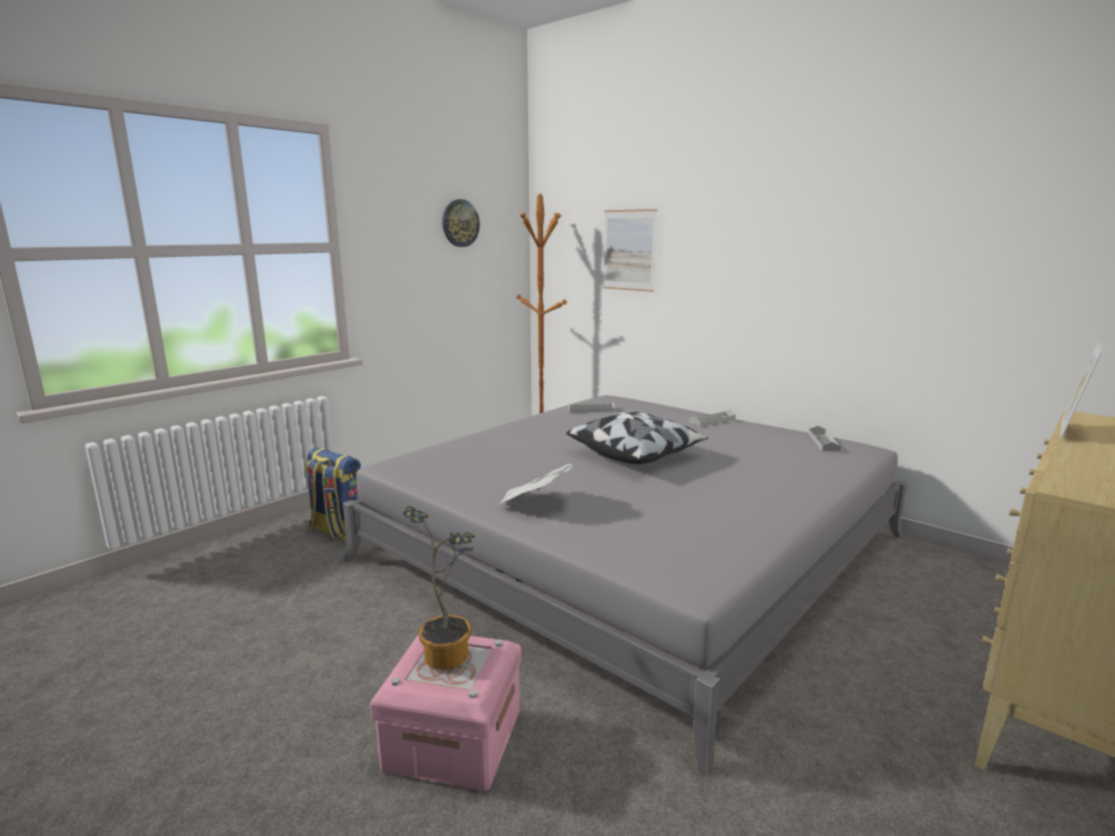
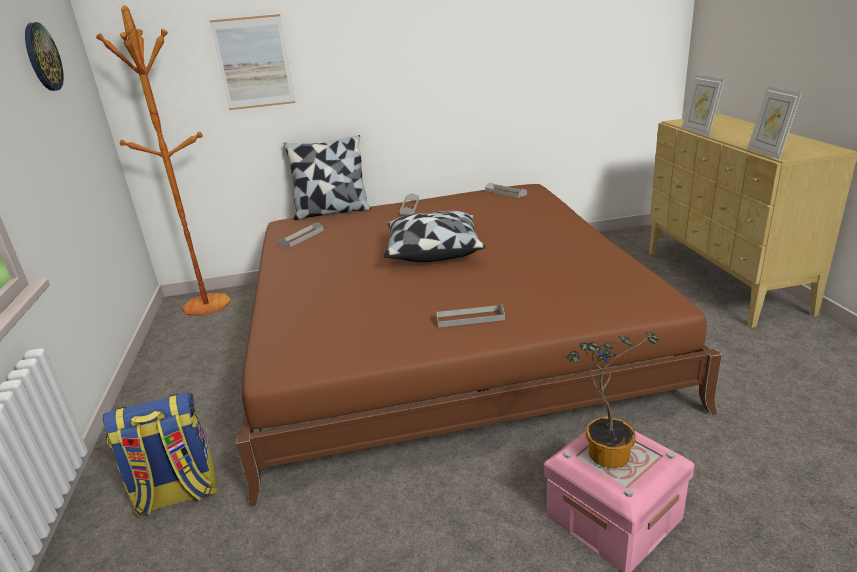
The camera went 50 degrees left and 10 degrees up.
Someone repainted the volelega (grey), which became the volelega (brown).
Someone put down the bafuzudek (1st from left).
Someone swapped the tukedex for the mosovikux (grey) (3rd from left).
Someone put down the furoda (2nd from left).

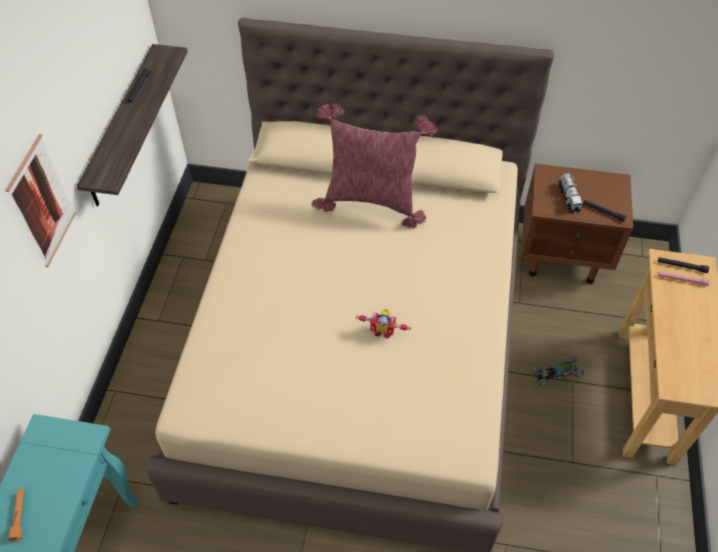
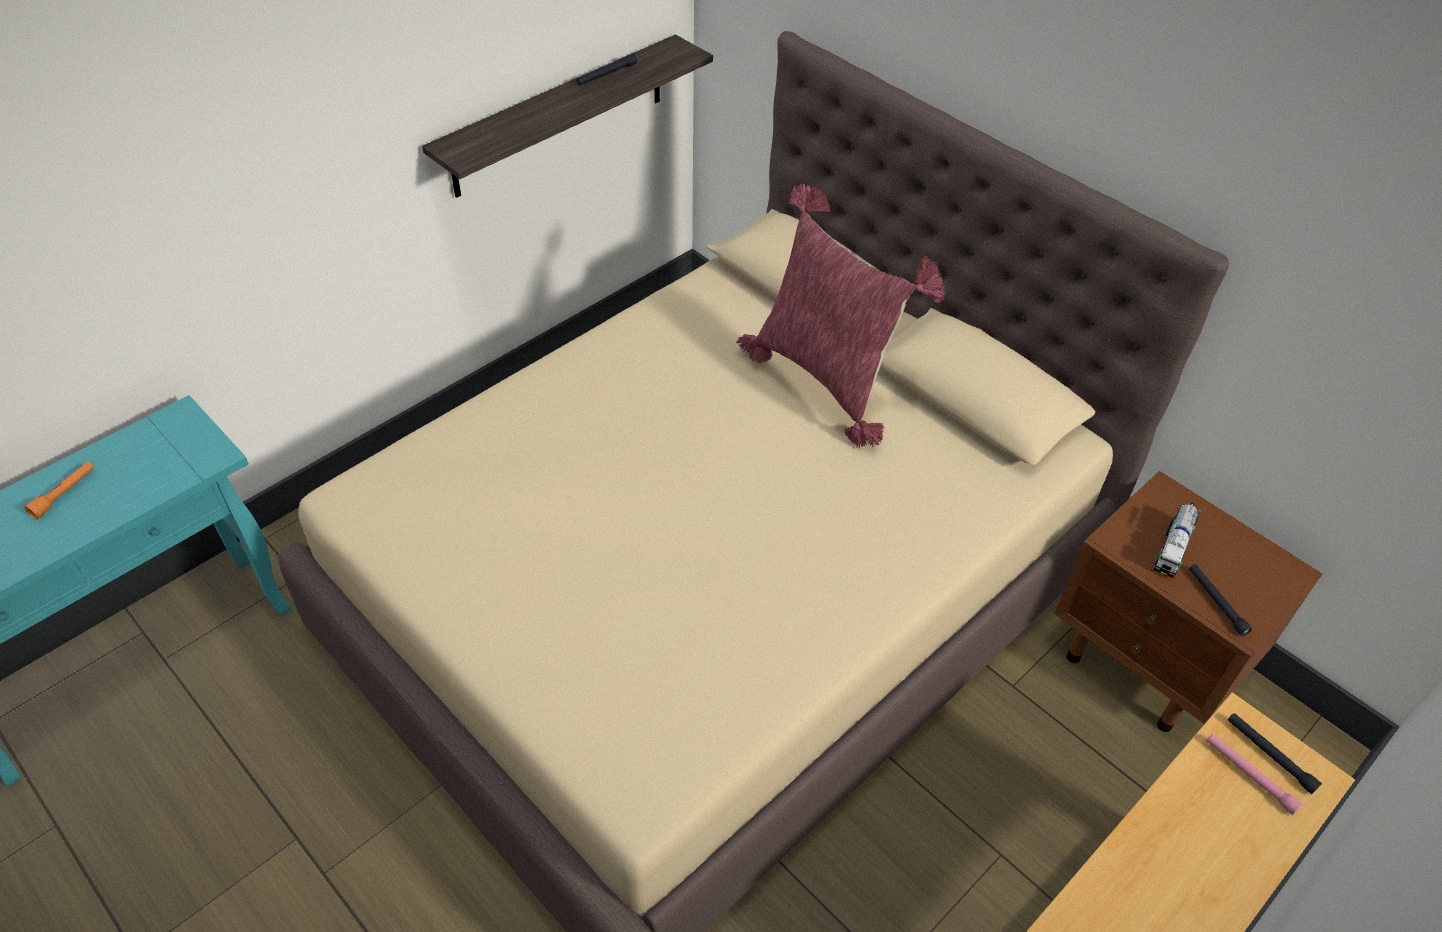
The camera went 35 degrees right and 5 degrees down.
Someone took away the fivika.
Someone took away the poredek.
Someone took away the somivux.

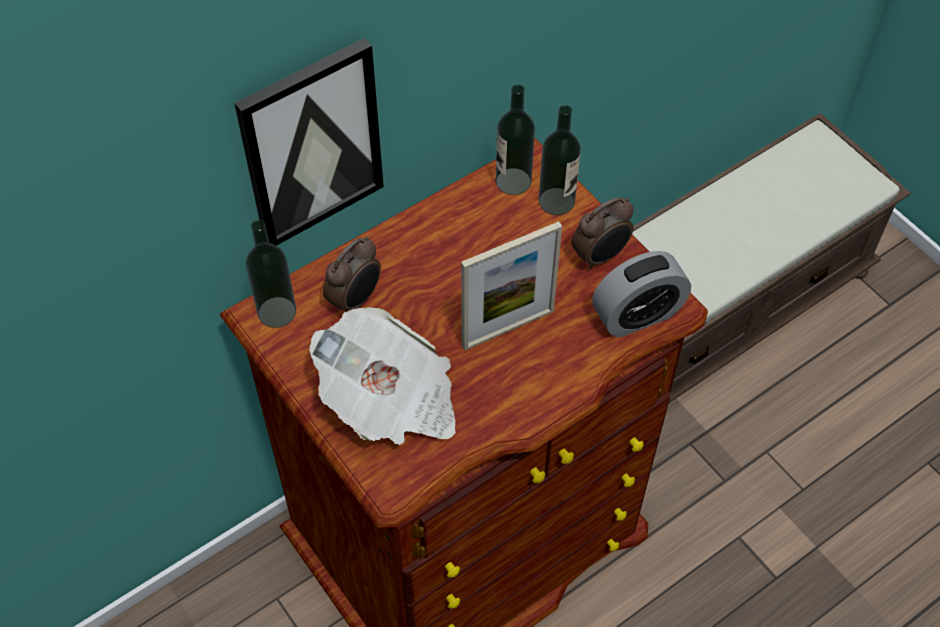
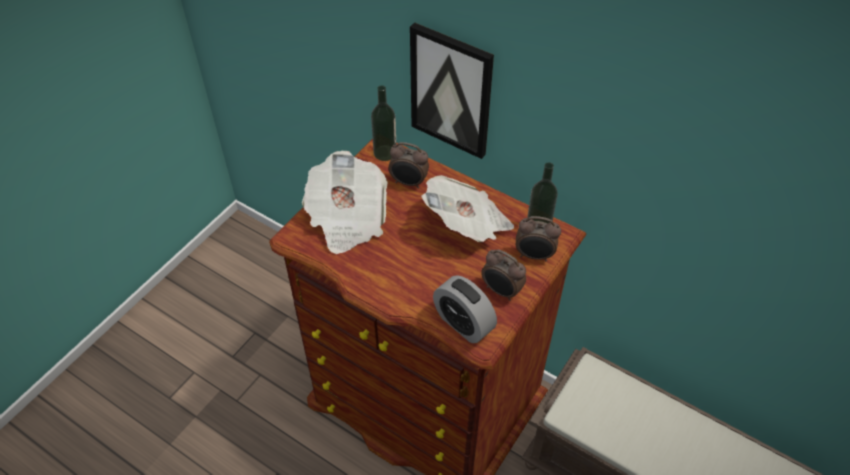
The camera went 70 degrees right and 5 degrees down.
Someone put down the tukedex (2nd from left).
Someone swapped the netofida (3rd from left) for the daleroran (4th from left).
Someone took away the furoda.

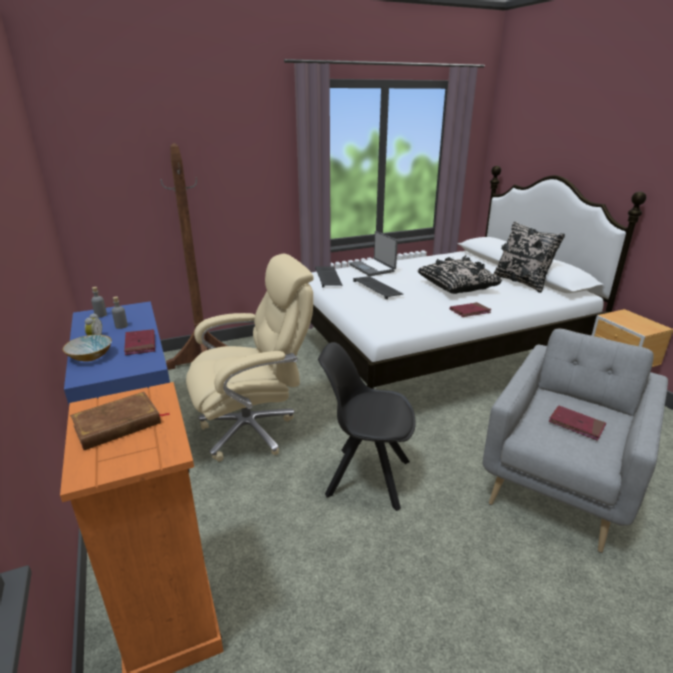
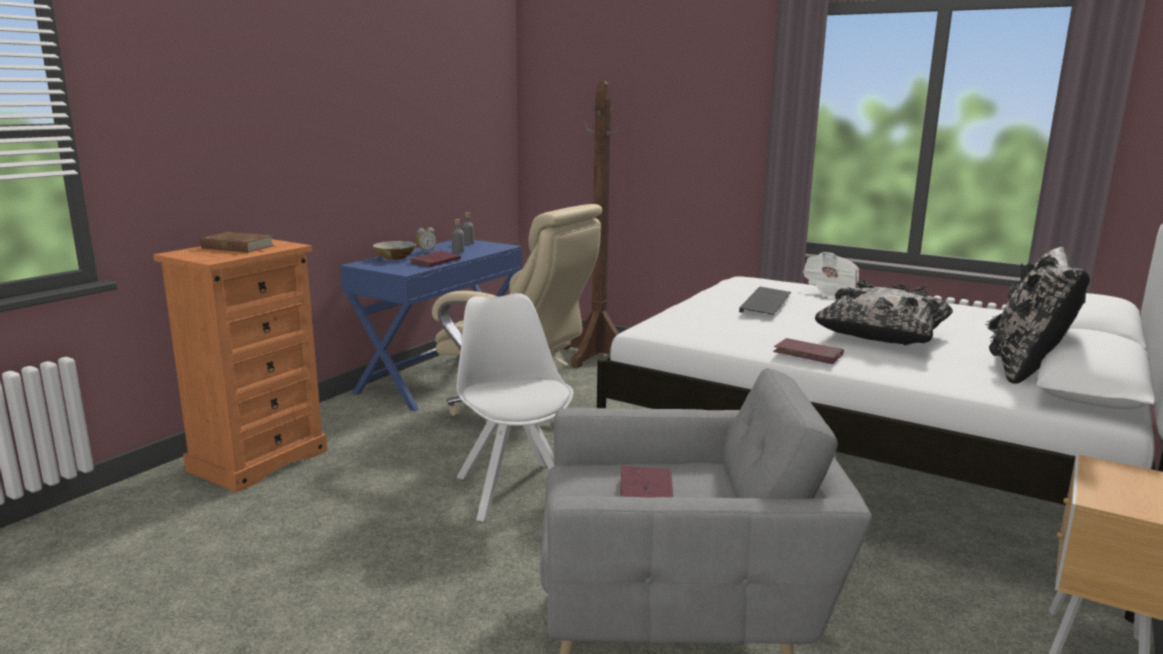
The camera went 55 degrees right and 10 degrees down.
Someone repainted the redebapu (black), which became the redebapu (white).
Someone swapped the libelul for the tukedex.
Someone took away the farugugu (1st from left).

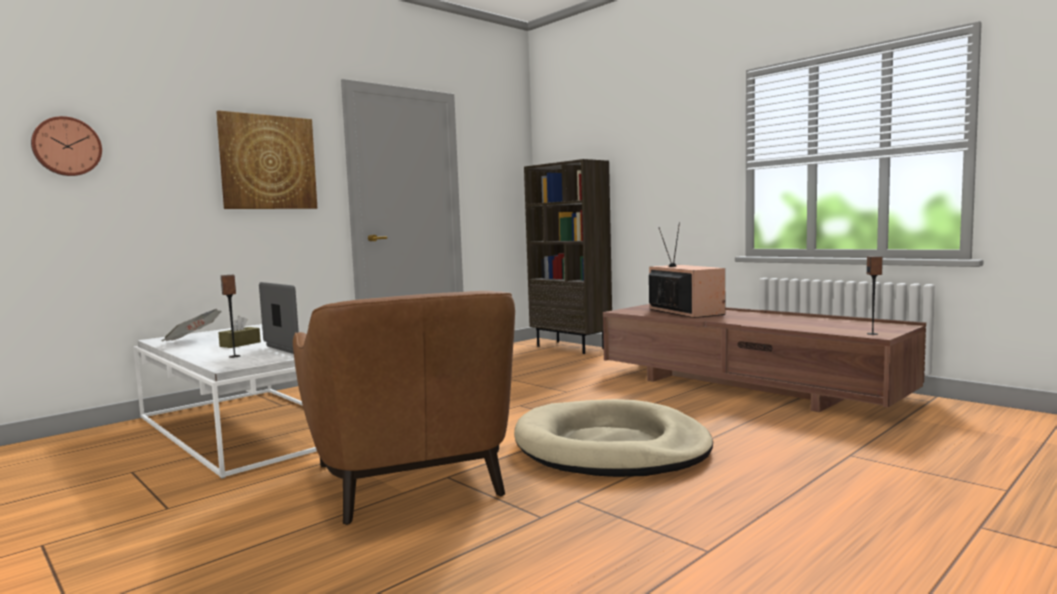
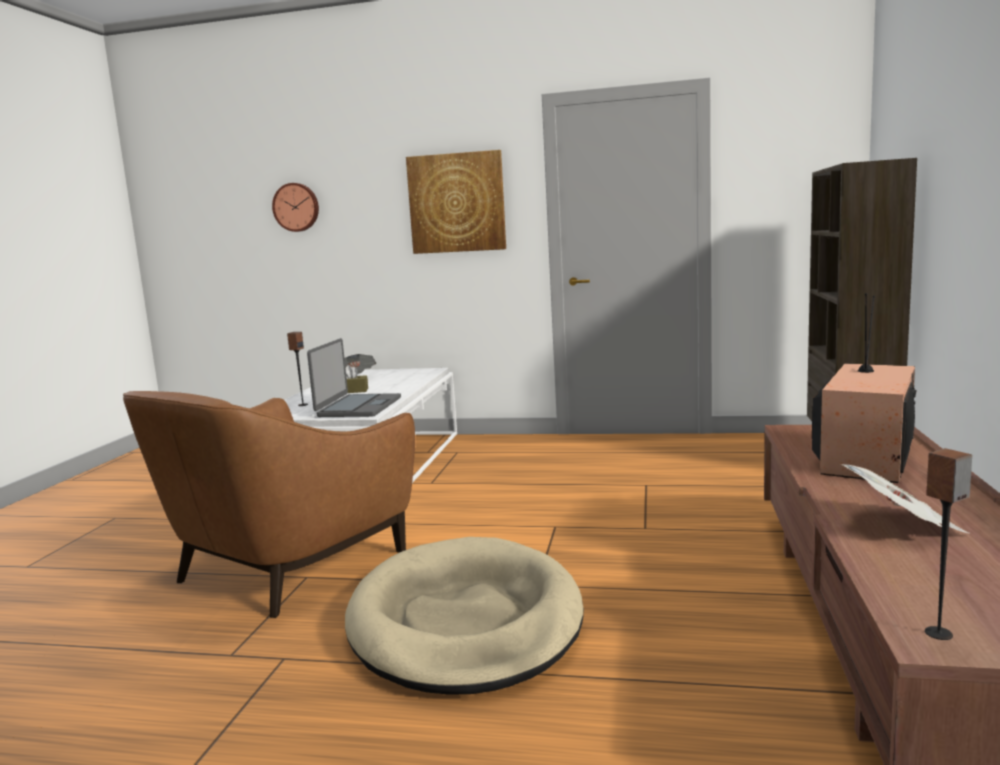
The camera went 55 degrees right and 5 degrees up.
Someone put down the tukedex (2nd from left).

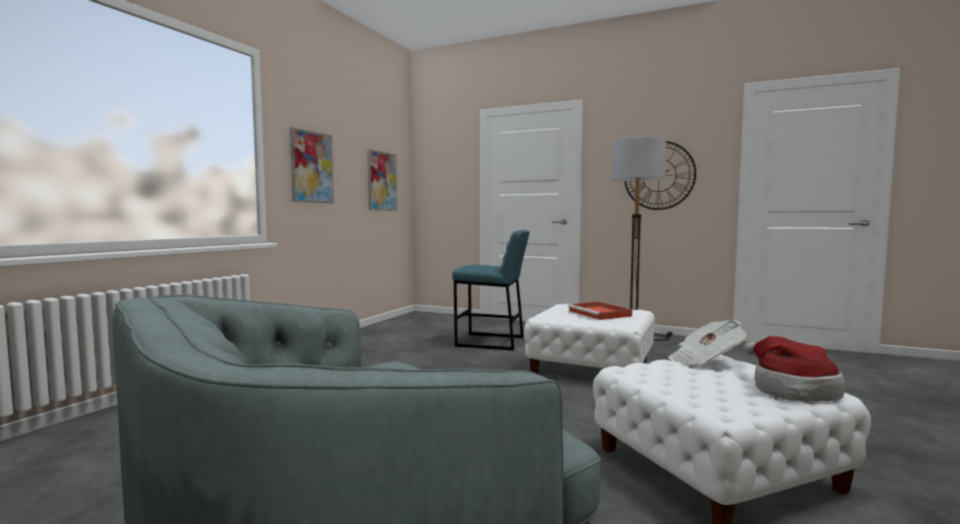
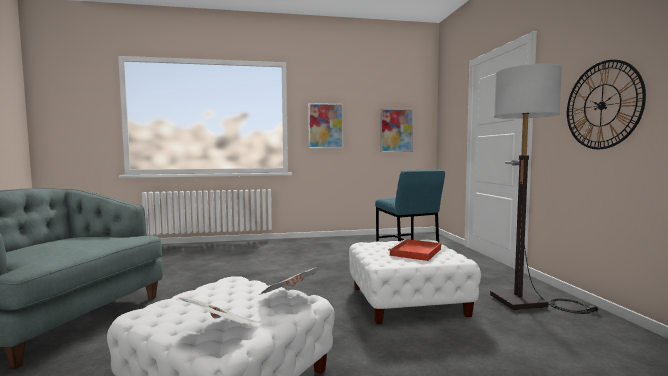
The camera went 55 degrees right and 0 degrees up.
Someone swapped the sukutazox for the tukedex (1st from left).

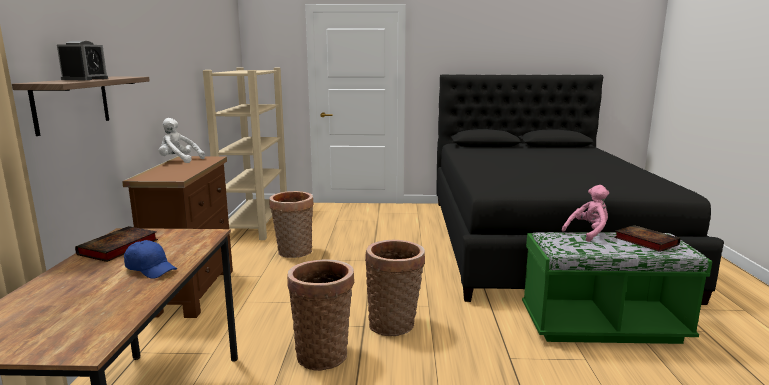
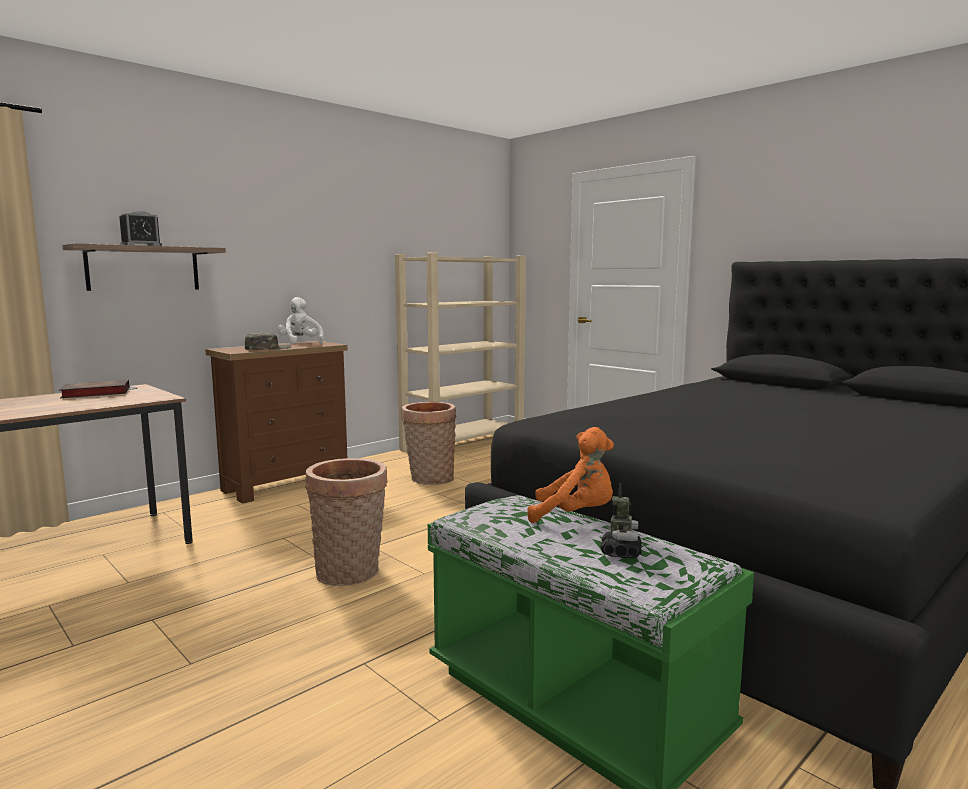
The camera went 45 degrees right and 5 degrees down.
Someone put down the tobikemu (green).
Someone repainted the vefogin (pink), which became the vefogin (orange).
Someone swapped the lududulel (2nd from left) for the poredek.
Someone took away the tobikemu (blue).
Someone took away the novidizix (2nd from left).

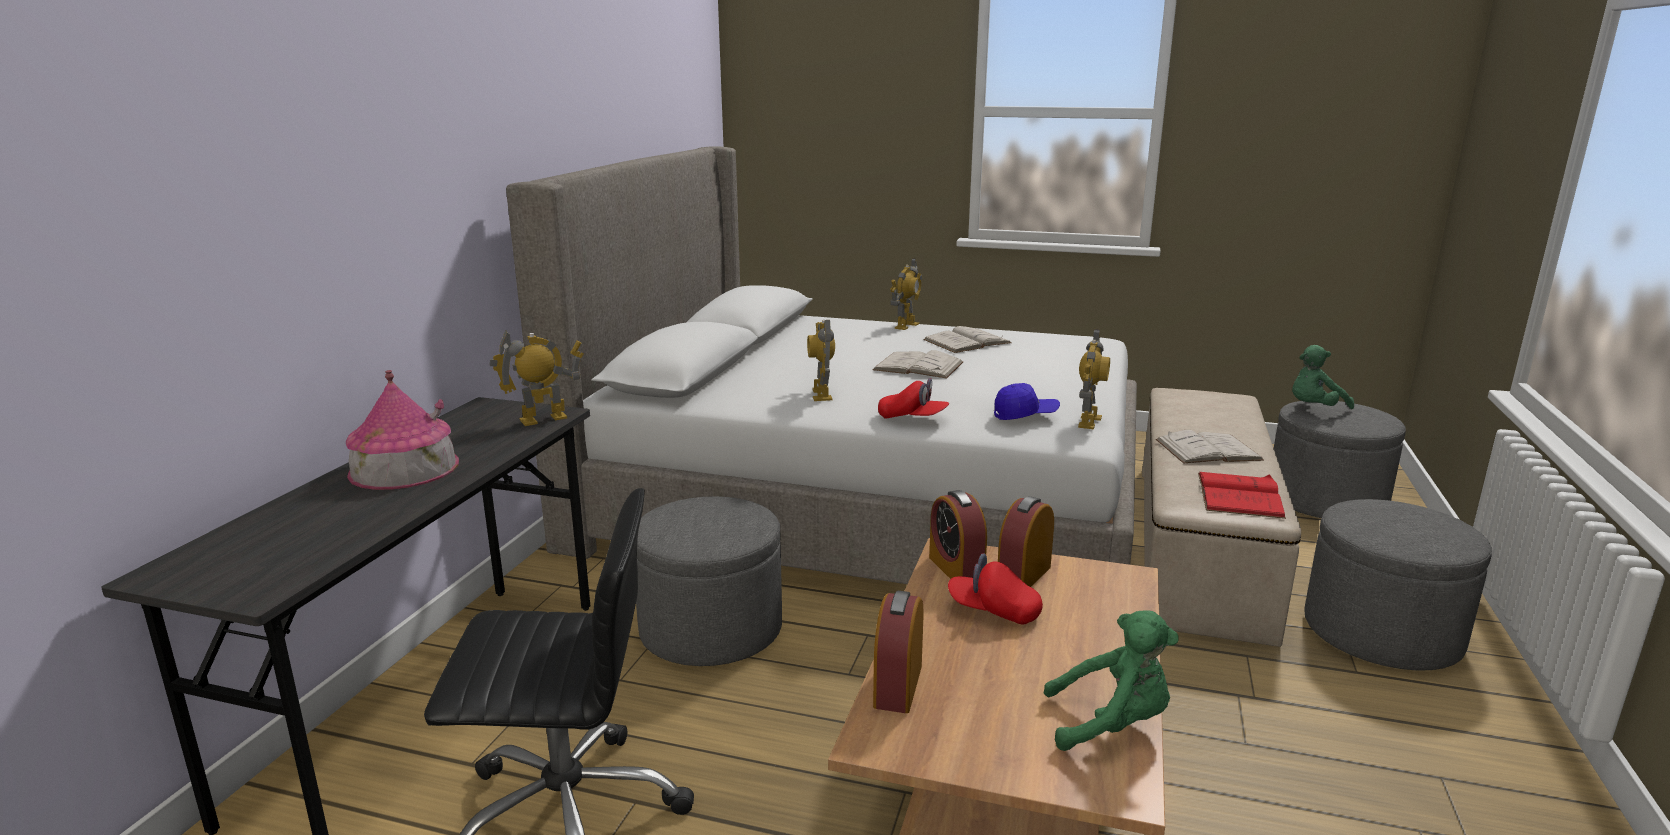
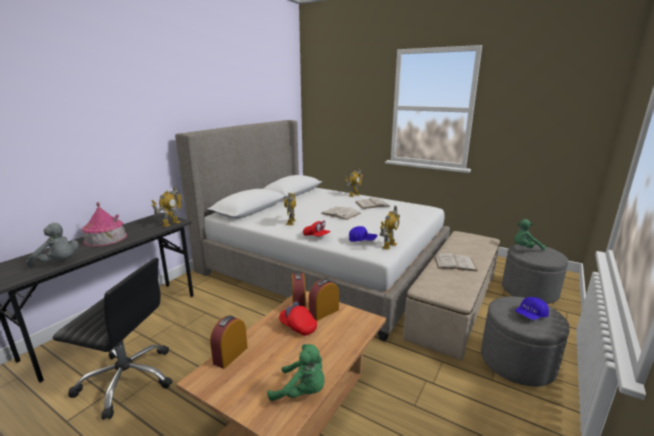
The camera went 15 degrees right and 0 degrees up.
Someone put down the vefogin (grey).
Someone rotated the poredek (1st from left) by 135 degrees clockwise.
Someone put down the tobikemu (blue) (2nd from left).
Someone took away the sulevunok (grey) (1st from left).
Someone took away the lududulel (red).

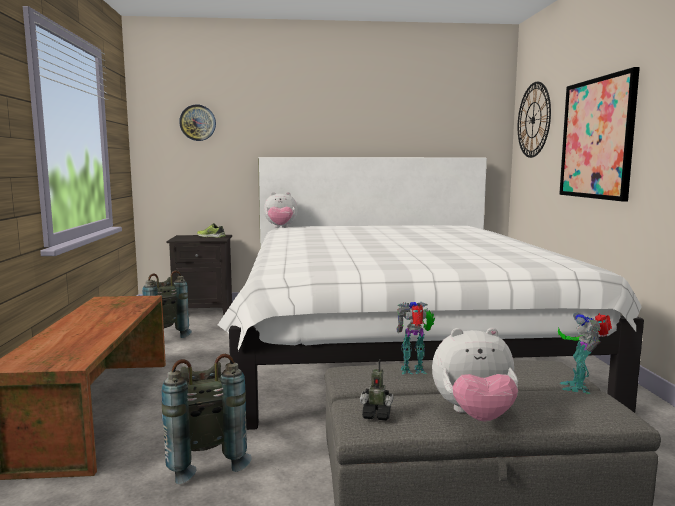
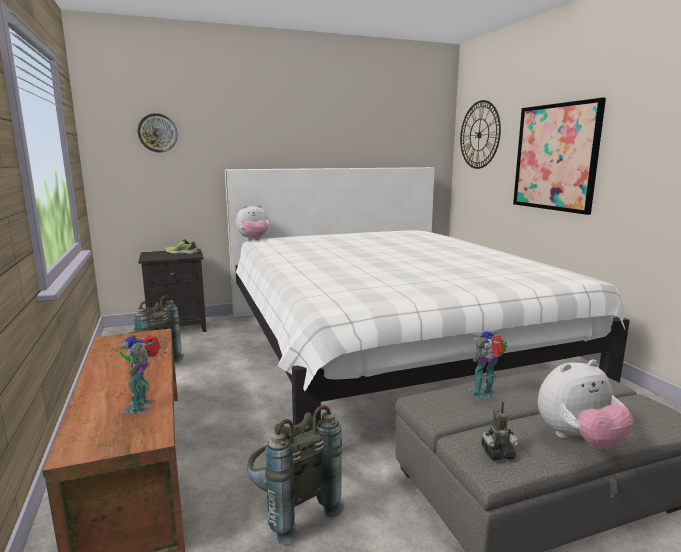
The camera went 15 degrees left and 5 degrees up.
Someone carried the poredek (3rd from left in the first image).

